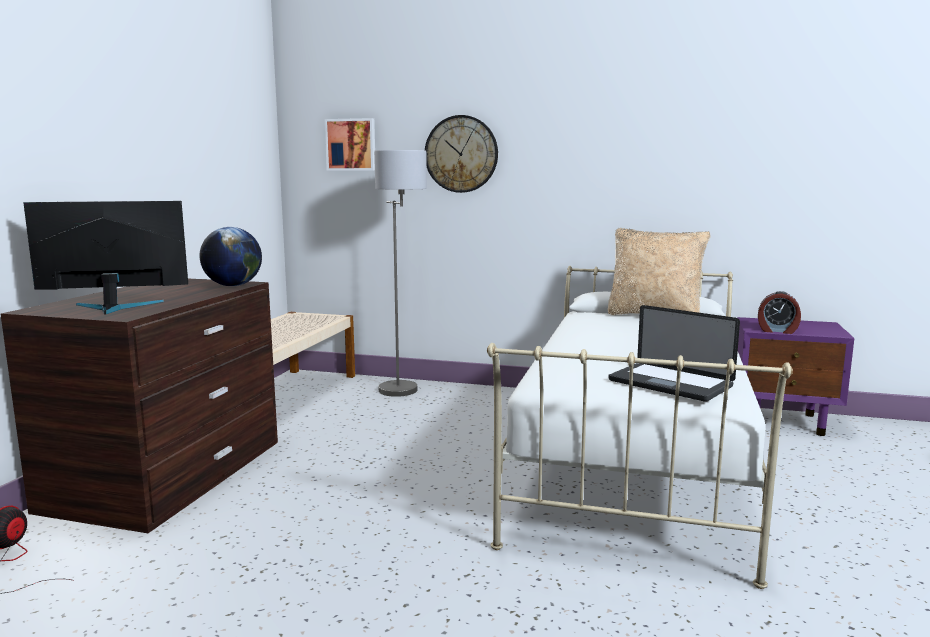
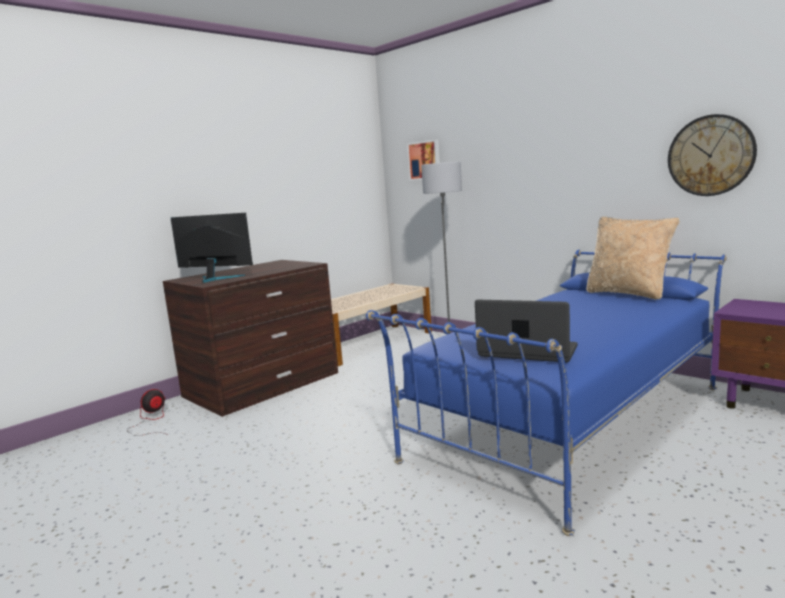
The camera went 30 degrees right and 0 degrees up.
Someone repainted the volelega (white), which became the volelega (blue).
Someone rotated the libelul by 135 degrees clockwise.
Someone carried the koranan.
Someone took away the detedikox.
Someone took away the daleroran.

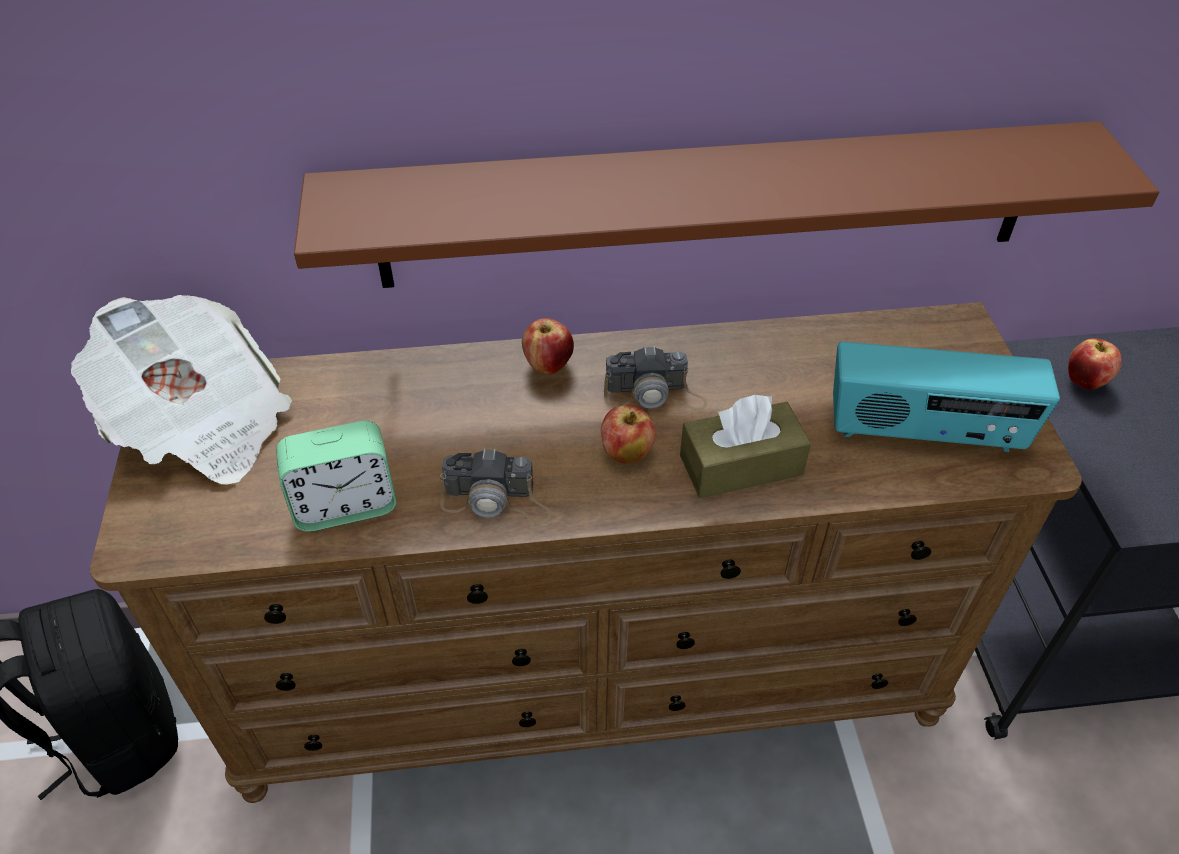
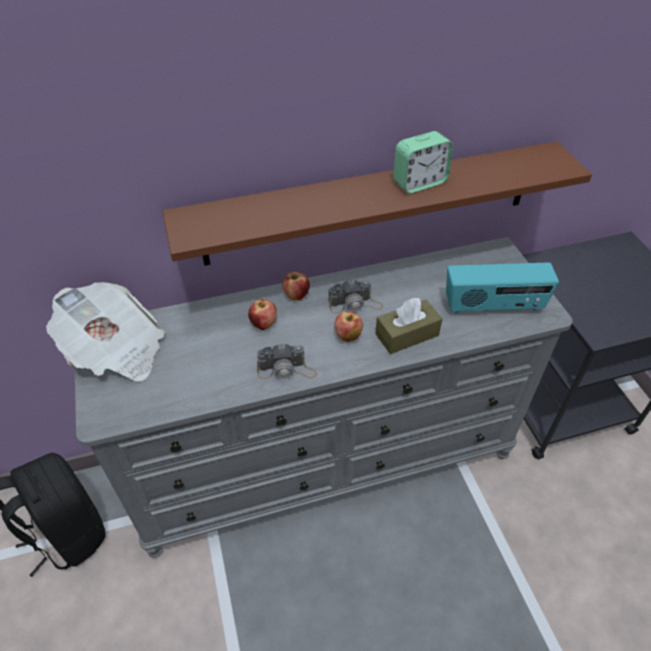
The camera went 10 degrees left and 0 degrees up.
Someone repainted the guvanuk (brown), which became the guvanuk (grey).
Someone carried the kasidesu (3rd from left in the first image).
Someone carried the daleroran.

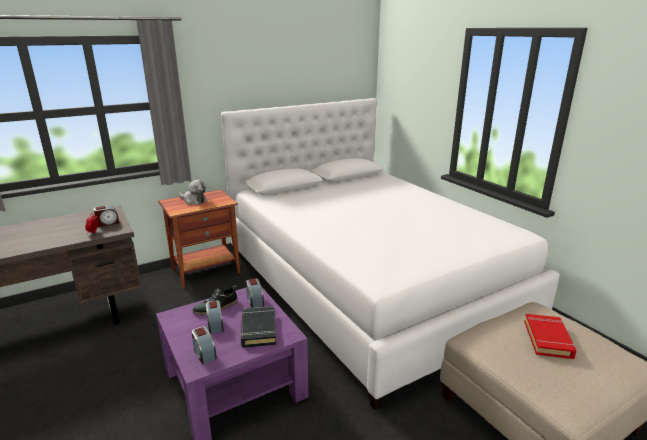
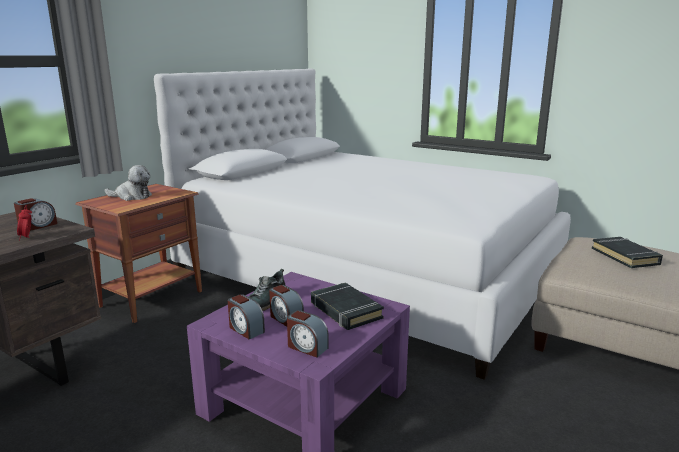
The camera went 25 degrees left and 5 degrees down.
Someone carried the daleroran (5th from left in the first image).
Someone repainted the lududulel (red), which became the lududulel (black) (2nd from left).

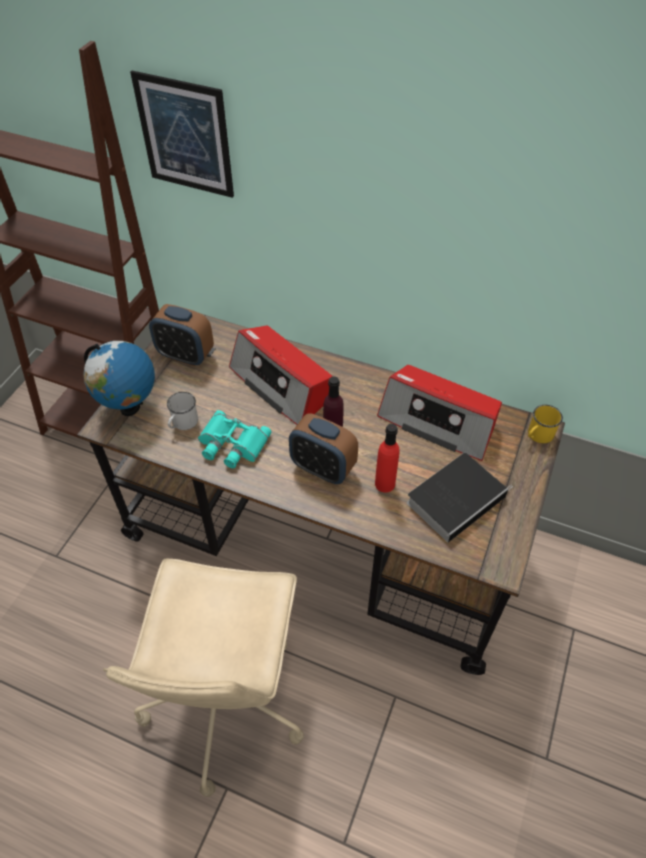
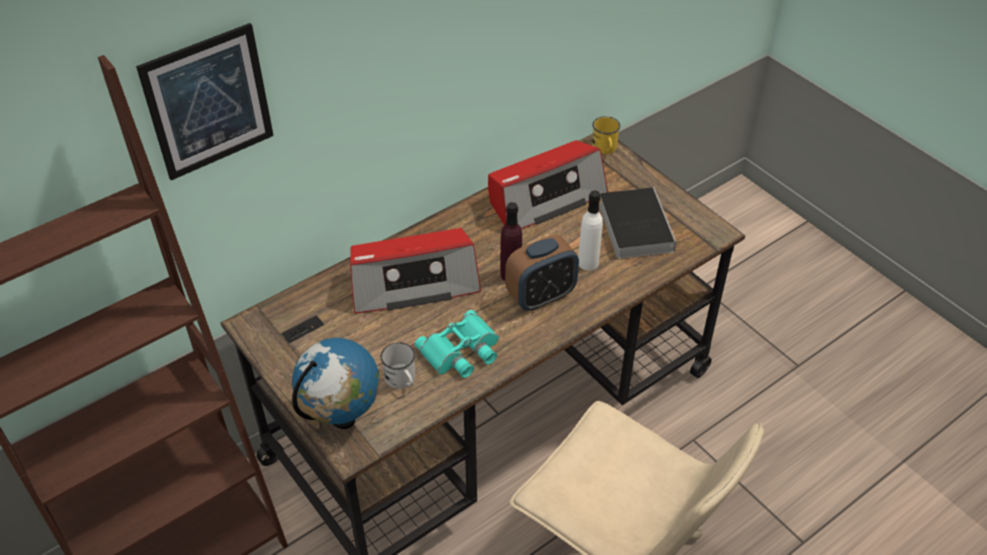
The camera went 60 degrees left and 5 degrees down.
Someone repainted the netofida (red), which became the netofida (white).
Someone took away the daleroran (1st from left).

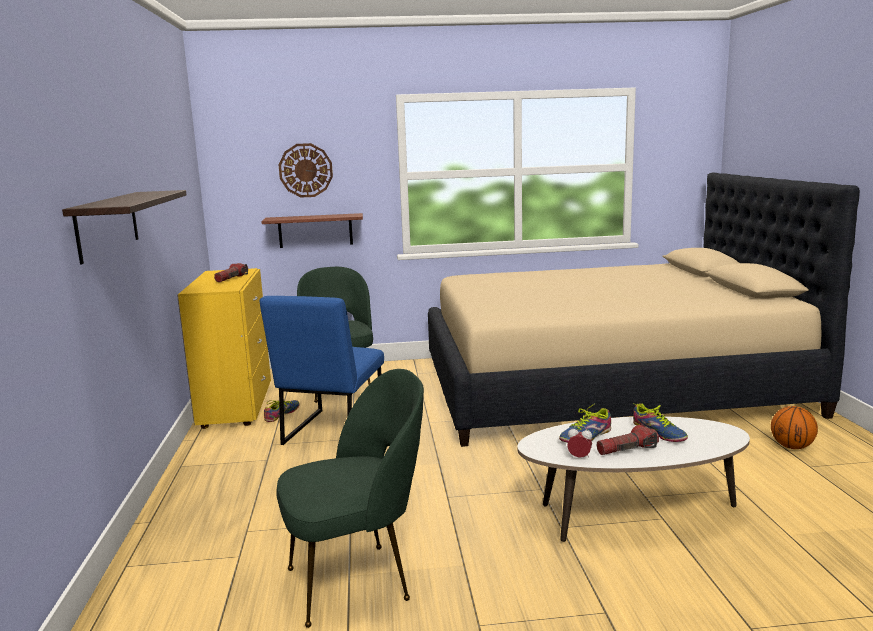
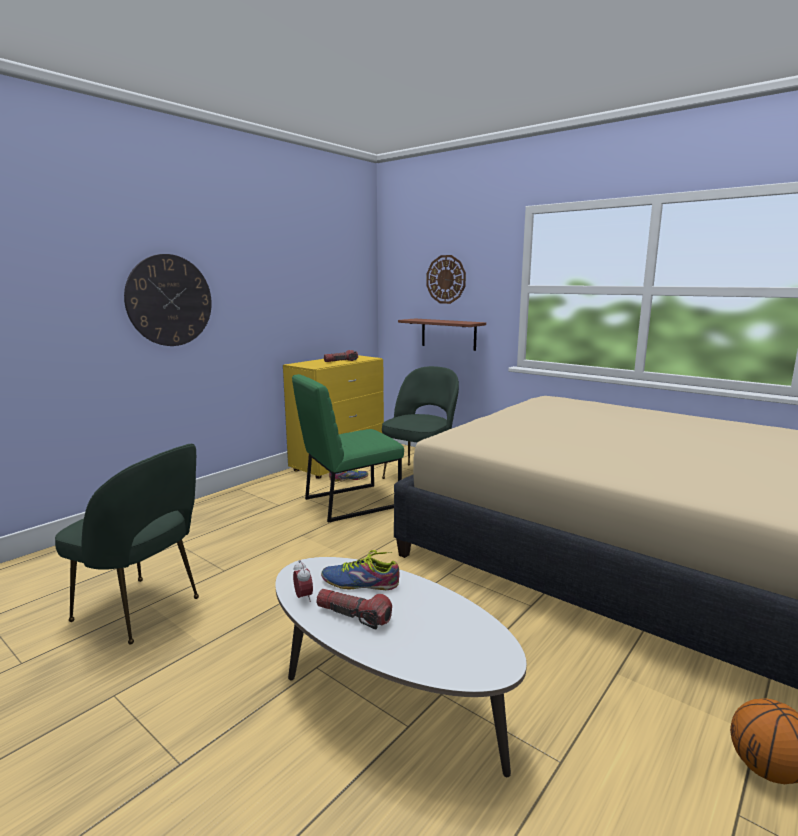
The camera went 45 degrees right and 0 degrees up.
Someone swapped the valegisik (1st from left) for the koranan (1st from left).
Someone repainted the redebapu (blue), which became the redebapu (green) (2nd from left).
Someone took away the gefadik (3rd from left).

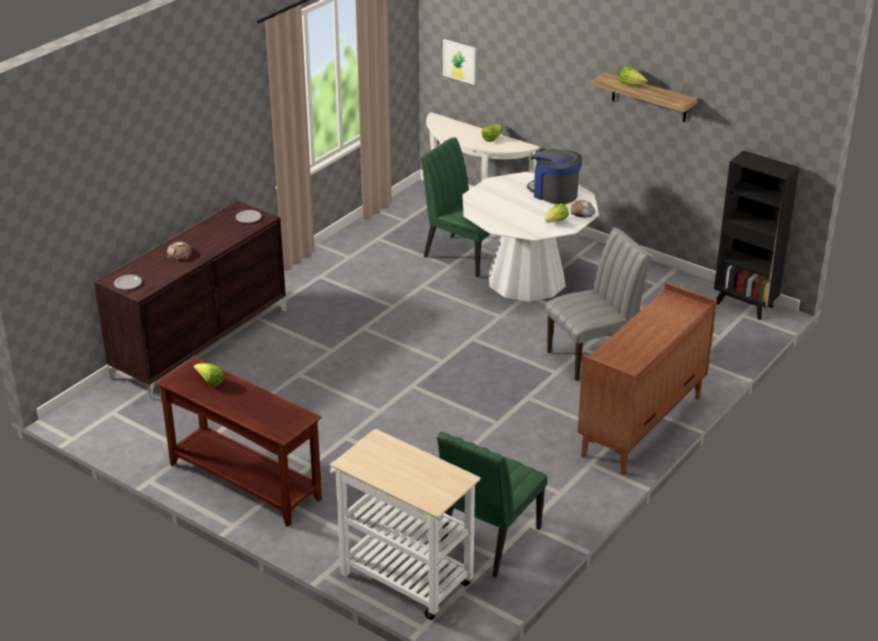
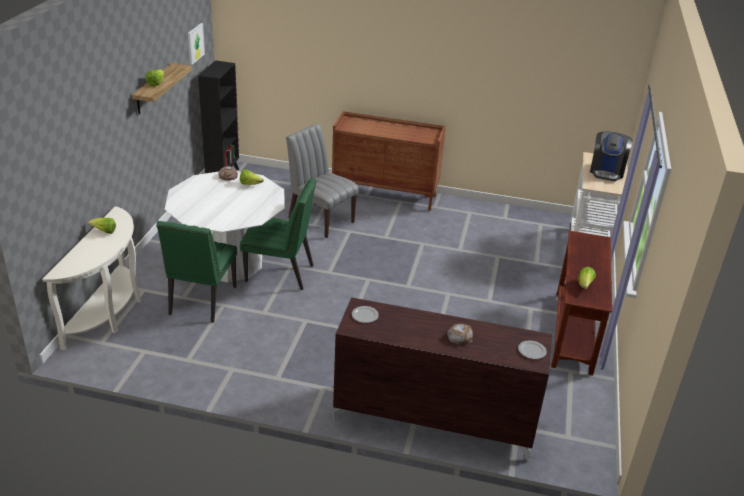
The camera went 115 degrees left and 0 degrees up.
Someone carried the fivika.
Someone carried the redebapu (green) (2nd from left).
Someone carried the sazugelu.

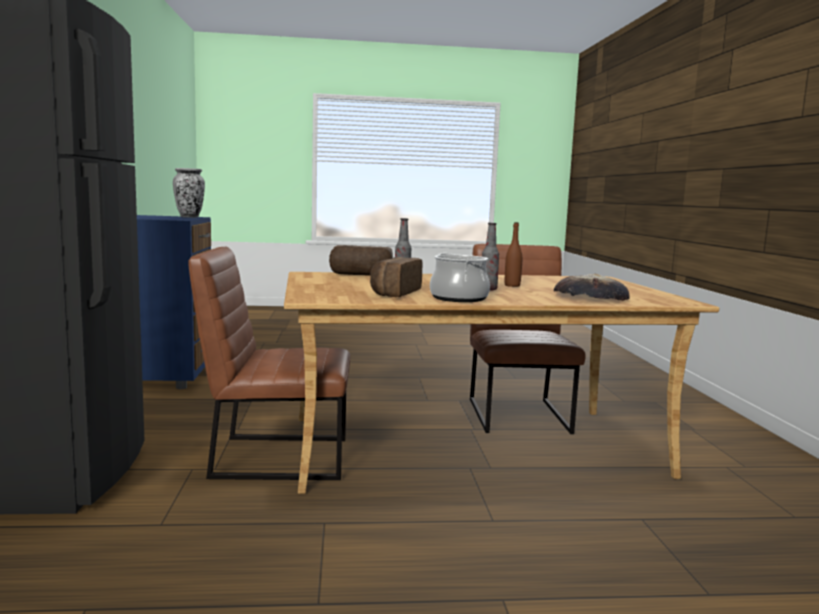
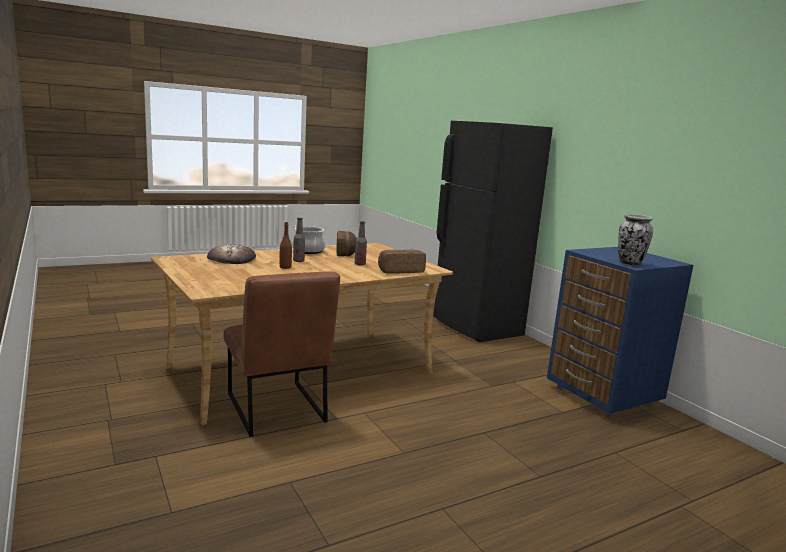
The camera went 155 degrees right and 5 degrees up.
Someone took away the redebapu (brown) (1st from left).

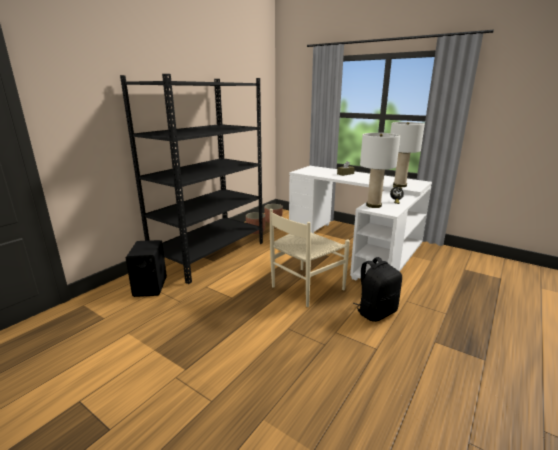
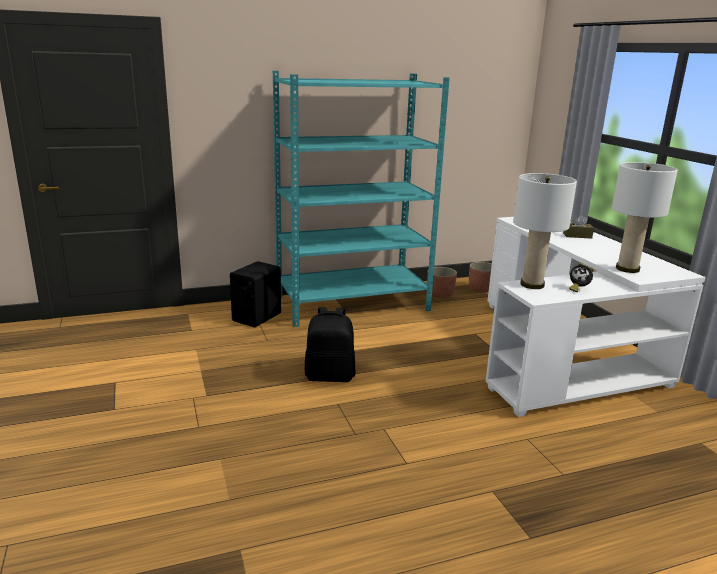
The camera went 35 degrees right and 0 degrees up.
Someone repainted the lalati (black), which became the lalati (turquoise).
Someone carried the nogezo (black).
Someone took away the redebapu (beige).

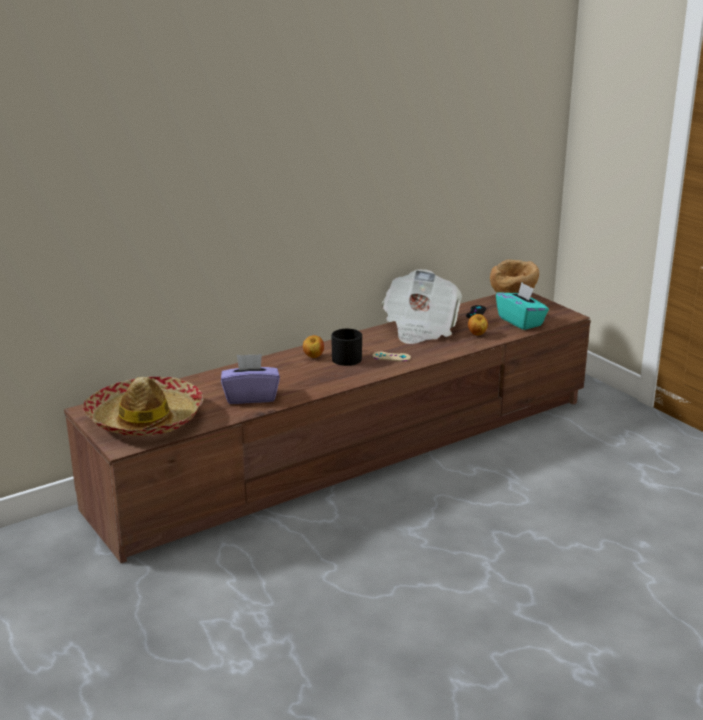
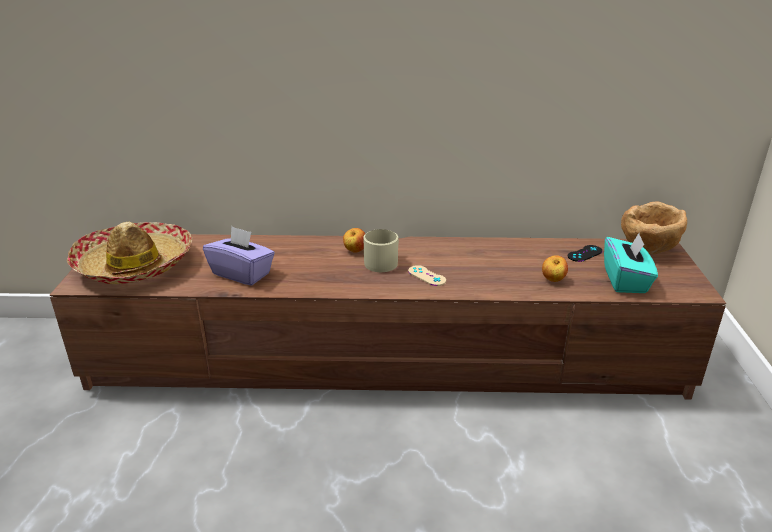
The camera went 35 degrees right and 5 degrees up.
Someone repainted the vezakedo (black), which became the vezakedo (beige).
Someone took away the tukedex.

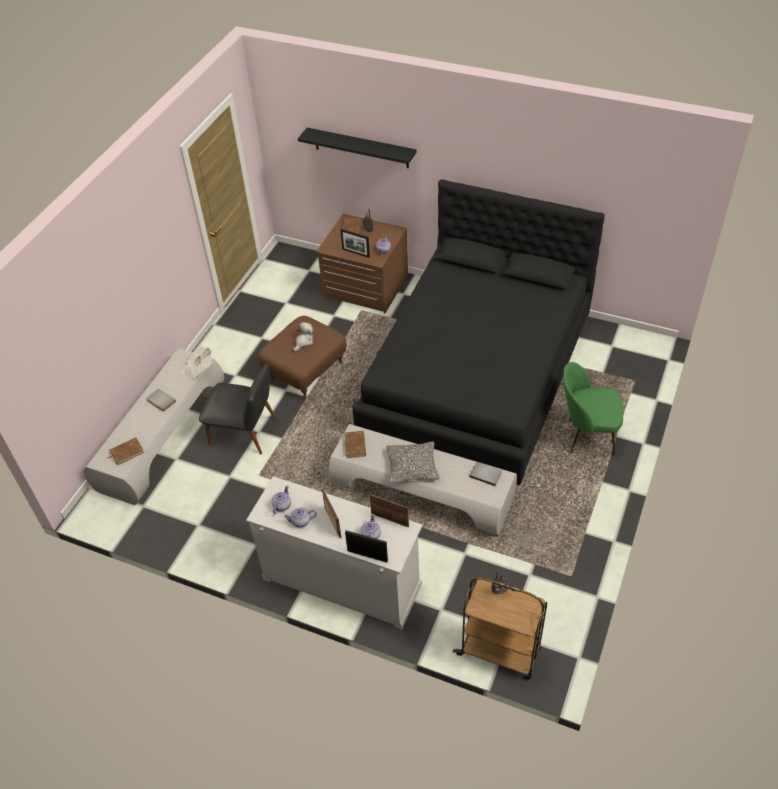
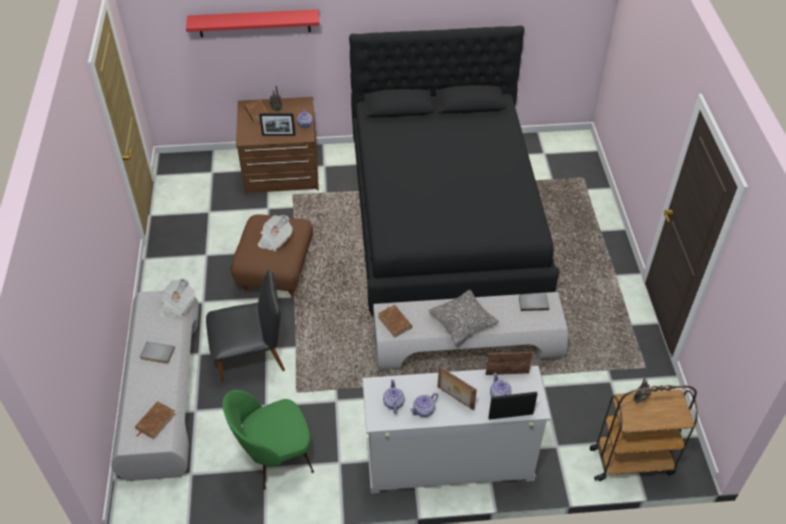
The camera went 30 degrees left and 0 degrees up.
Someone repainted the valegisik (black), which became the valegisik (red).
Someone carried the redebapu (green).
Someone swapped the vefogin for the tukedex (2nd from left).

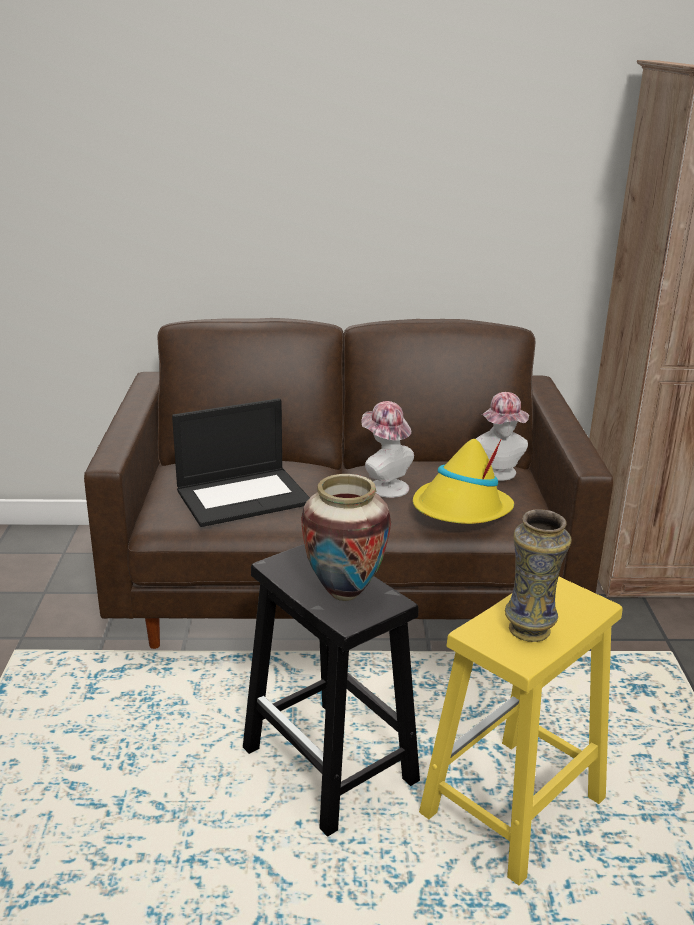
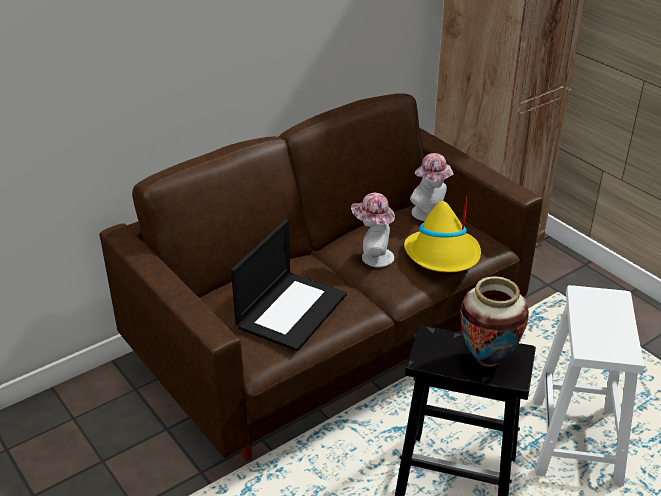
The camera went 35 degrees left and 10 degrees up.
Someone repainted the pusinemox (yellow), which became the pusinemox (white).
Someone took away the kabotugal (2nd from left).

